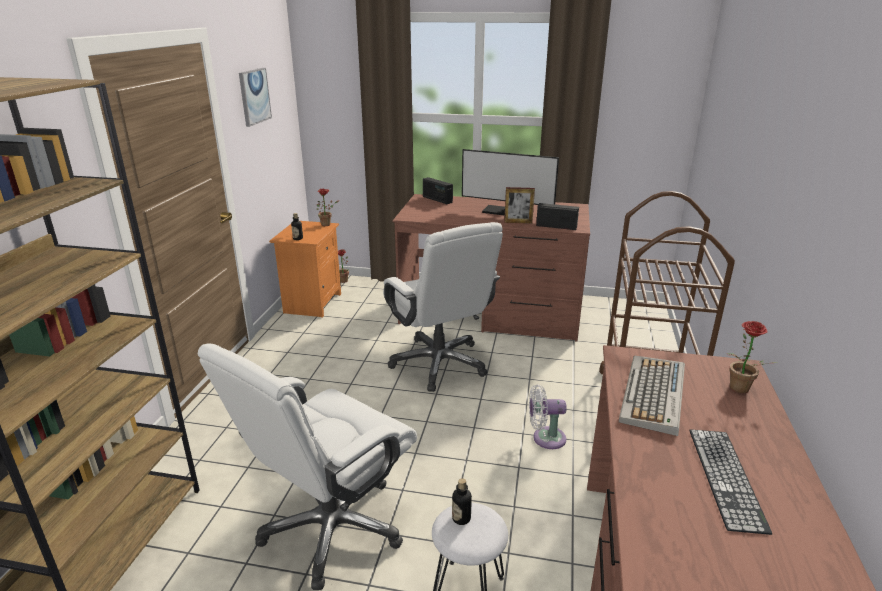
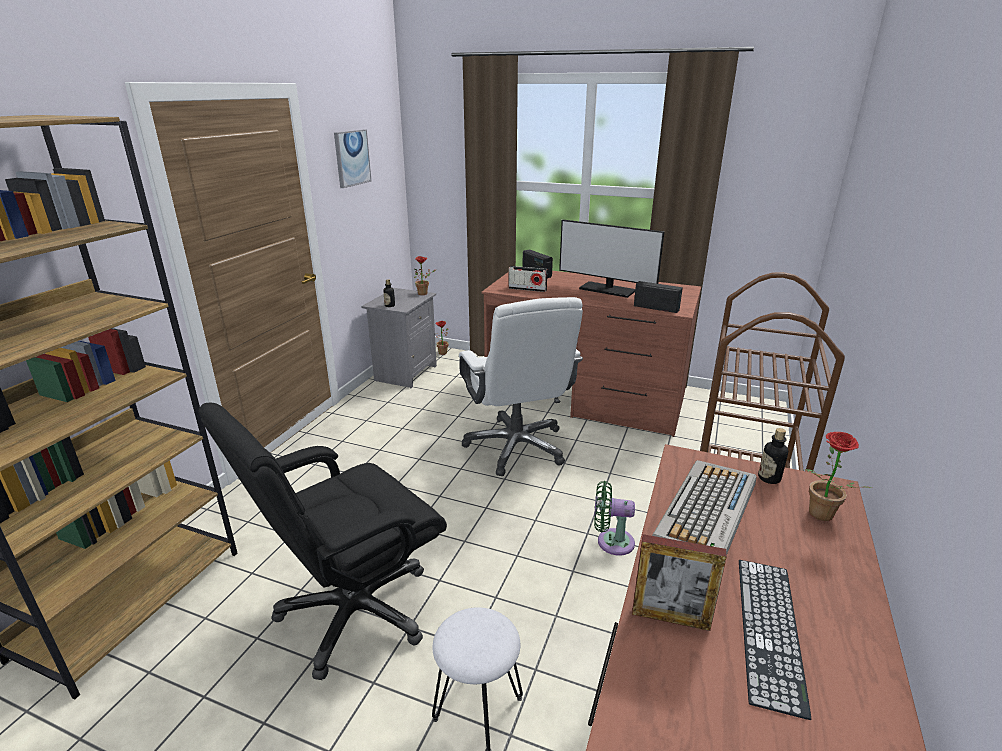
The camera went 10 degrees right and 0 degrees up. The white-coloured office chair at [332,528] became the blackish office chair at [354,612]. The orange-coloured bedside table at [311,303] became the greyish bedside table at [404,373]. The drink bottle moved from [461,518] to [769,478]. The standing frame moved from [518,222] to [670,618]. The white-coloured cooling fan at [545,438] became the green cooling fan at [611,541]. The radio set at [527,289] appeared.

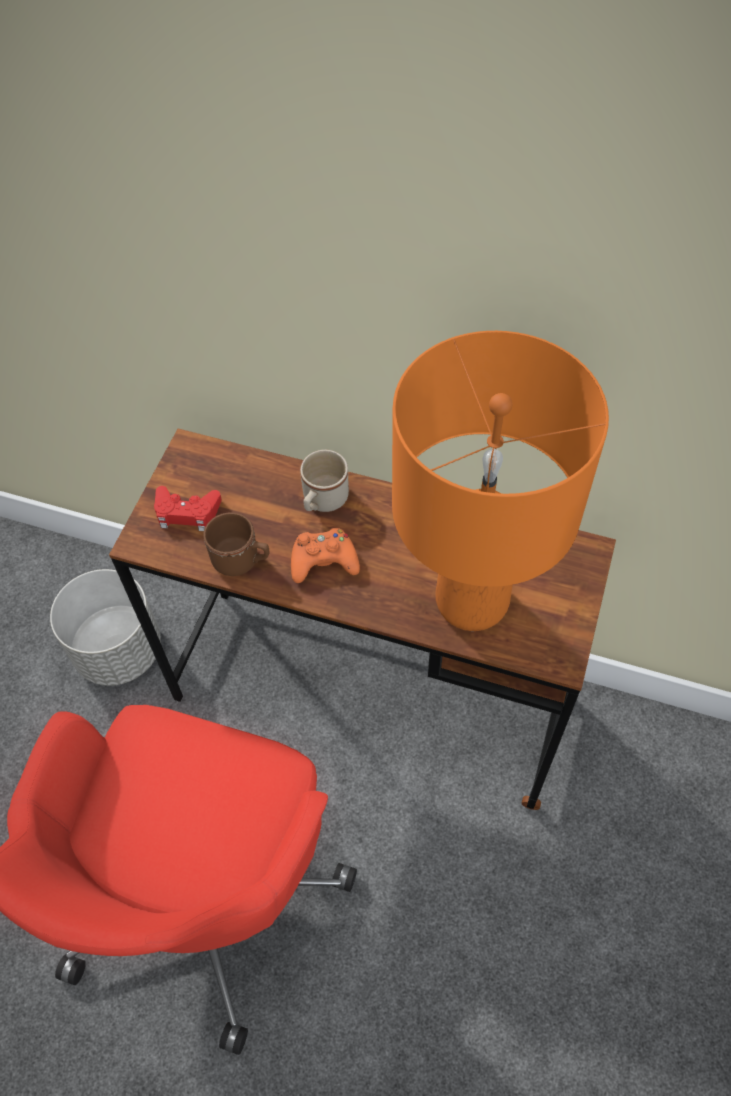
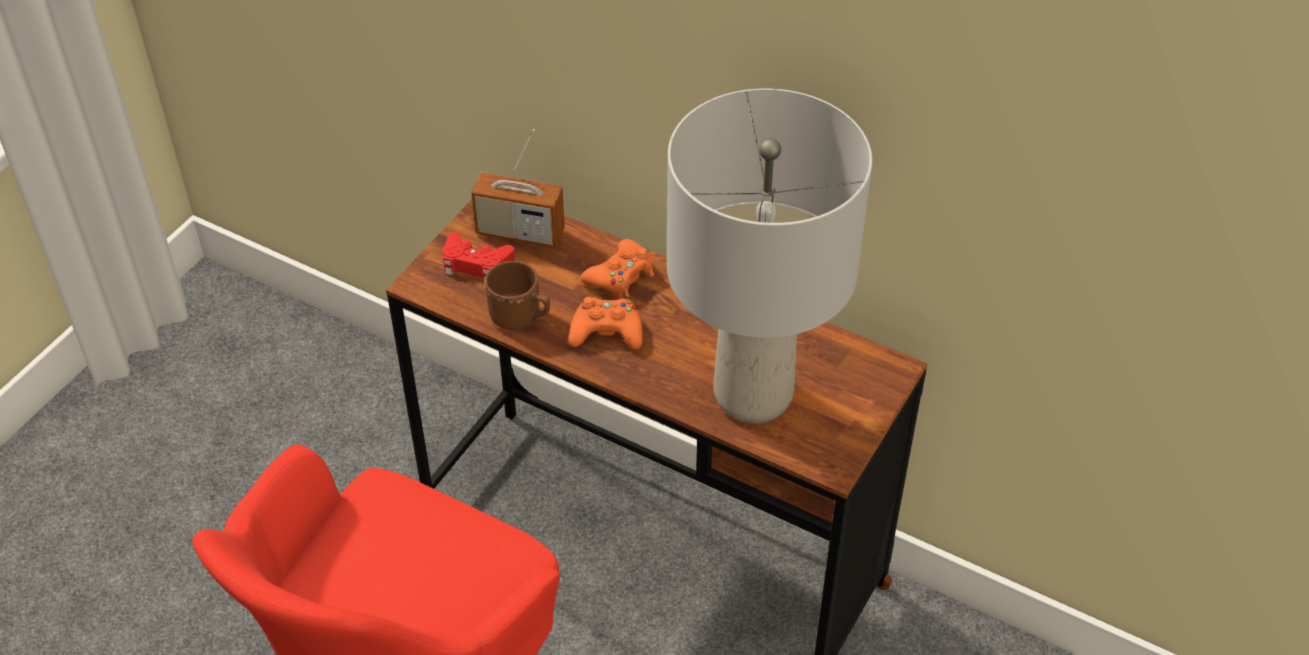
The camera went 10 degrees right and 10 degrees down. The greyish planter at [119,650] disappeared. The sand-coloured coffee mug at [322,501] was replaced by the orange-coloured joypad at [620,276]. The orange-coloured tabletop lamp at [472,602] became the greyish tabletop lamp at [753,396]. The radio set at [520,232] appeared.

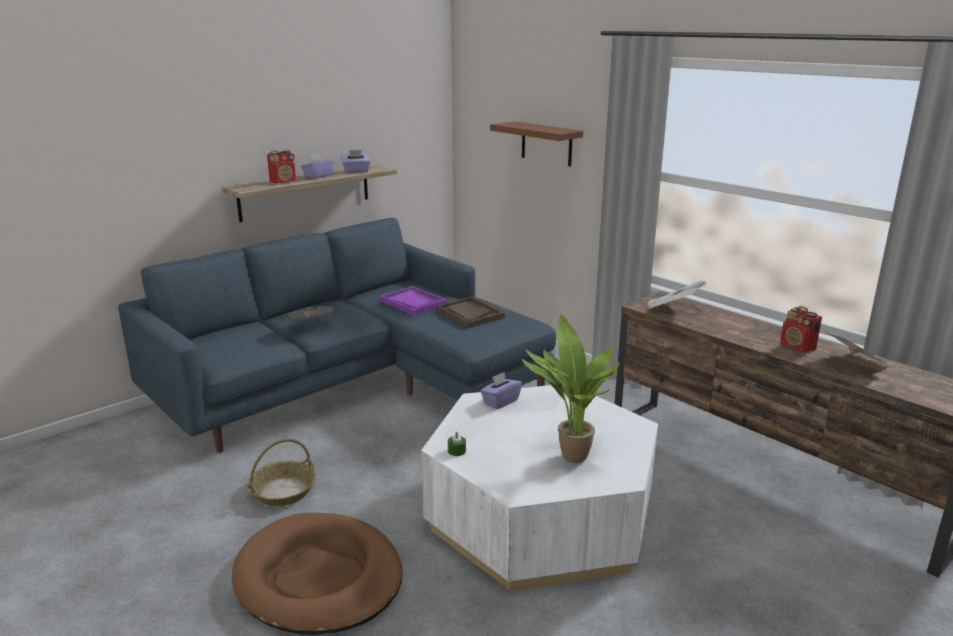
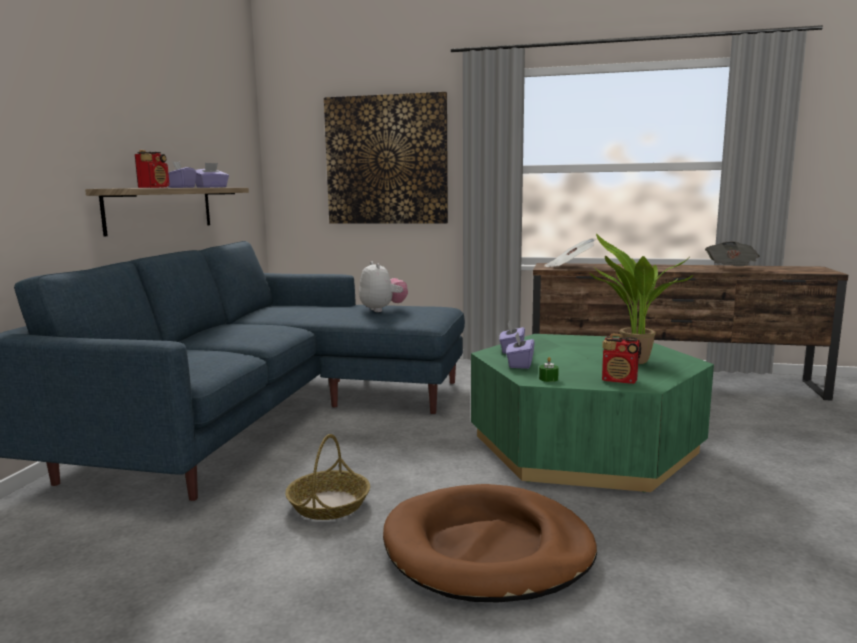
The camera went 35 degrees left and 10 degrees down. The daily paper at [310,326] disappeared. The purple tray at [413,302] disappeared. The white-coloured low table at [540,516] became the green low table at [583,445]. The brown-coloured tray at [469,314] was replaced by the cuddly toy at [382,310]. The brown-coloured wall shelf at [546,143] was replaced by the wall picture at [386,160]. The radio set moved from [798,347] to [619,380]. The purple tissue box at [520,364] appeared.

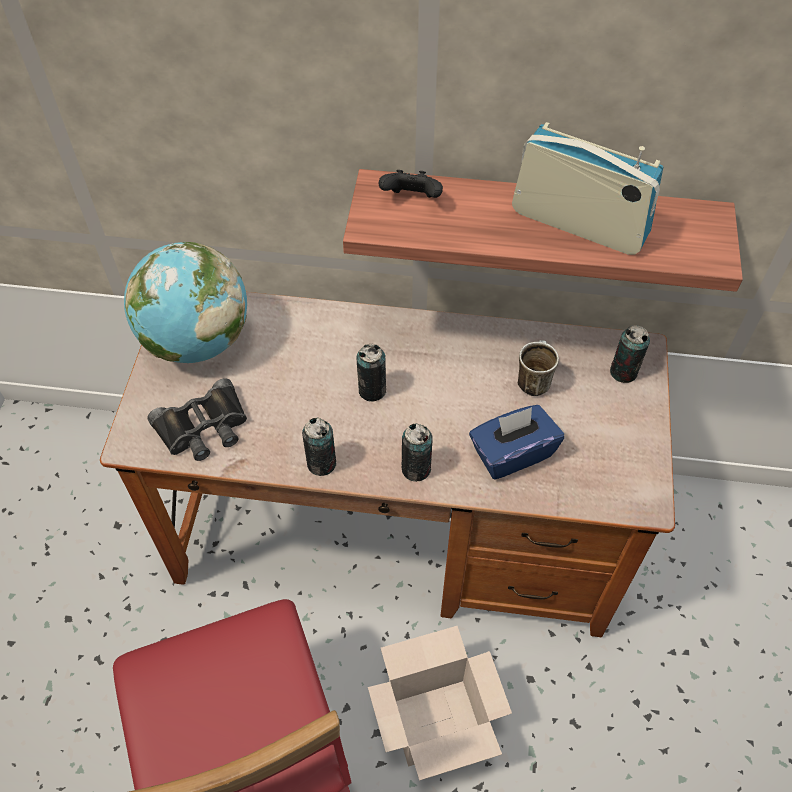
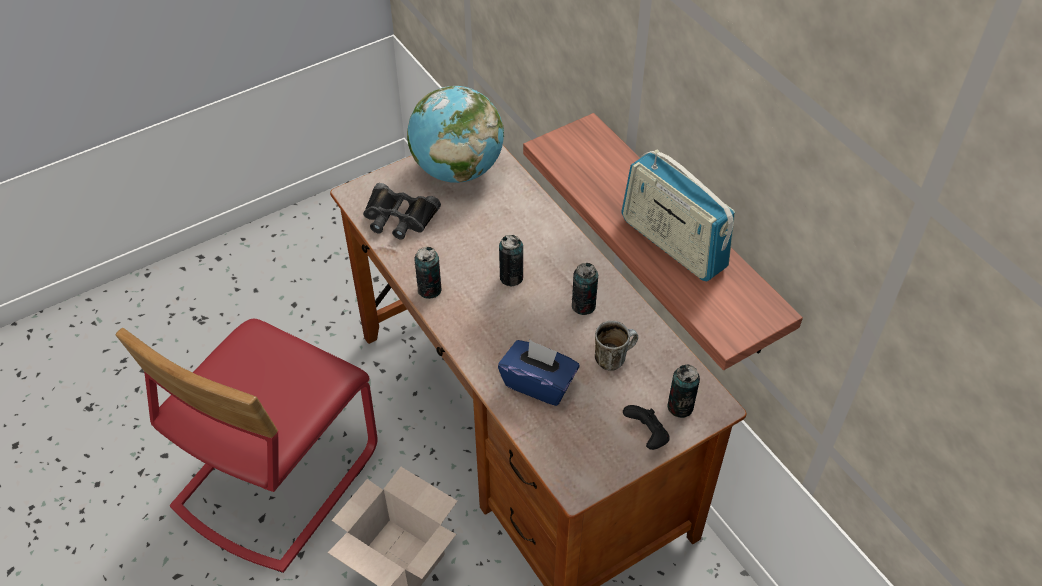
The camera went 50 degrees right and 5 degrees down. The blackish joypad moved from [412,200] to [646,436]. The can moved from [416,469] to [583,306]. The radio set at [578,224] turned 150 degrees clockwise.

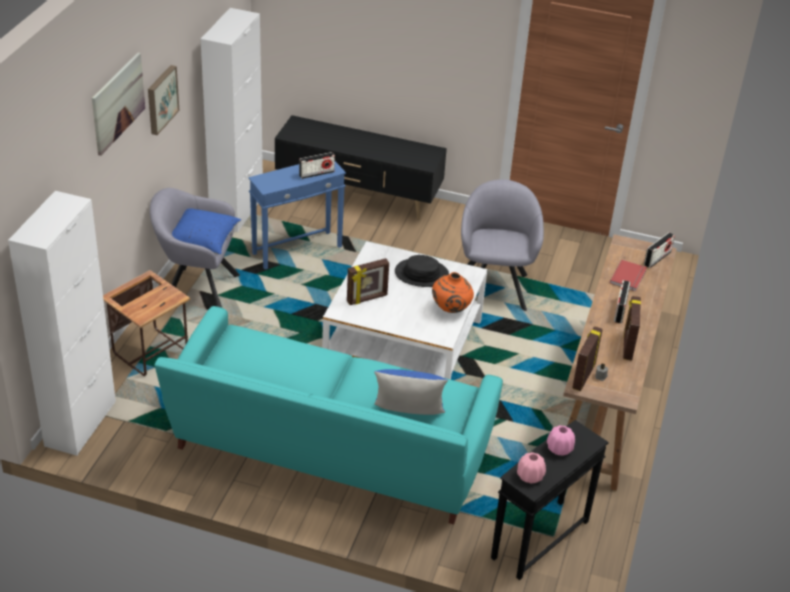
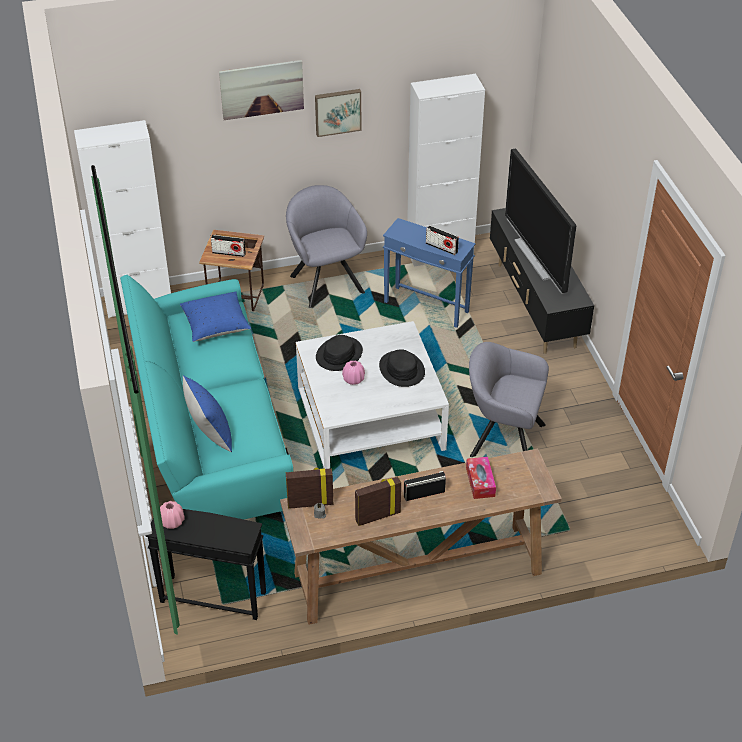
The camera went 60 degrees right and 5 degrees up. The blue-coloured throw pillow moved from [202,242] to [216,326]. The standing frame at [367,299] was replaced by the blackish clothing hat at [339,354]. The orange-coloured flower vase at [451,310] disappeared. The greyish lounge chair at [494,286] turned 135 degrees counterclockwise. The pink-coloured flower vase moved from [559,449] to [353,379]. The red book at [629,277] was replaced by the tissue box at [480,482]. The radio set moved from [657,258] to [229,253]. The TV set at [538,258] appeared.

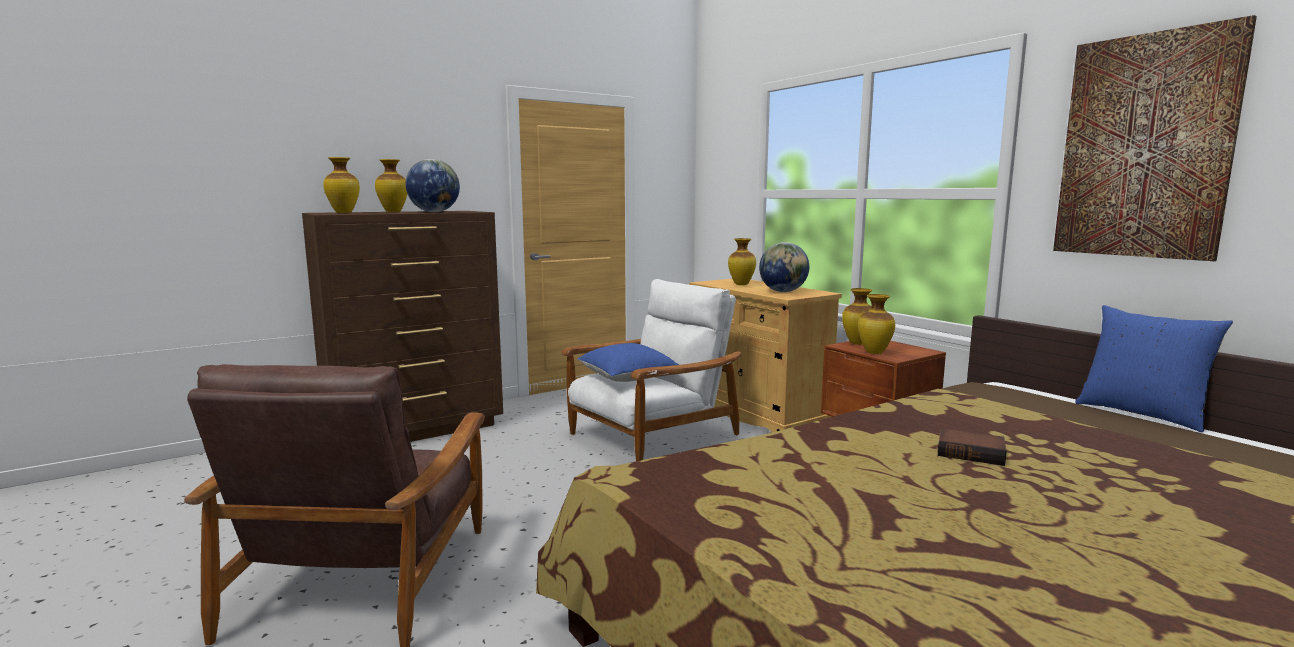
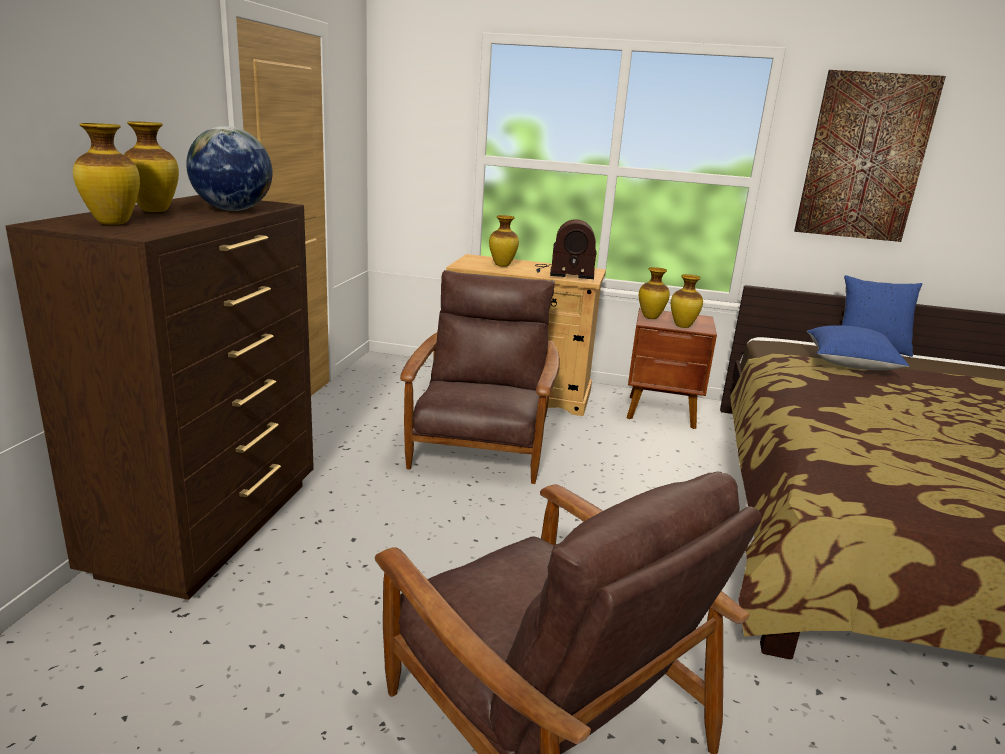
The camera went 45 degrees left and 10 degrees up. The white-coloured lounge chair at [652,435] became the brown-coloured lounge chair at [481,444]. The blue-coloured throw pillow moved from [627,378] to [850,364]. The desk globe at [783,291] was replaced by the radio set at [563,272]. The book at [971,453] disappeared.

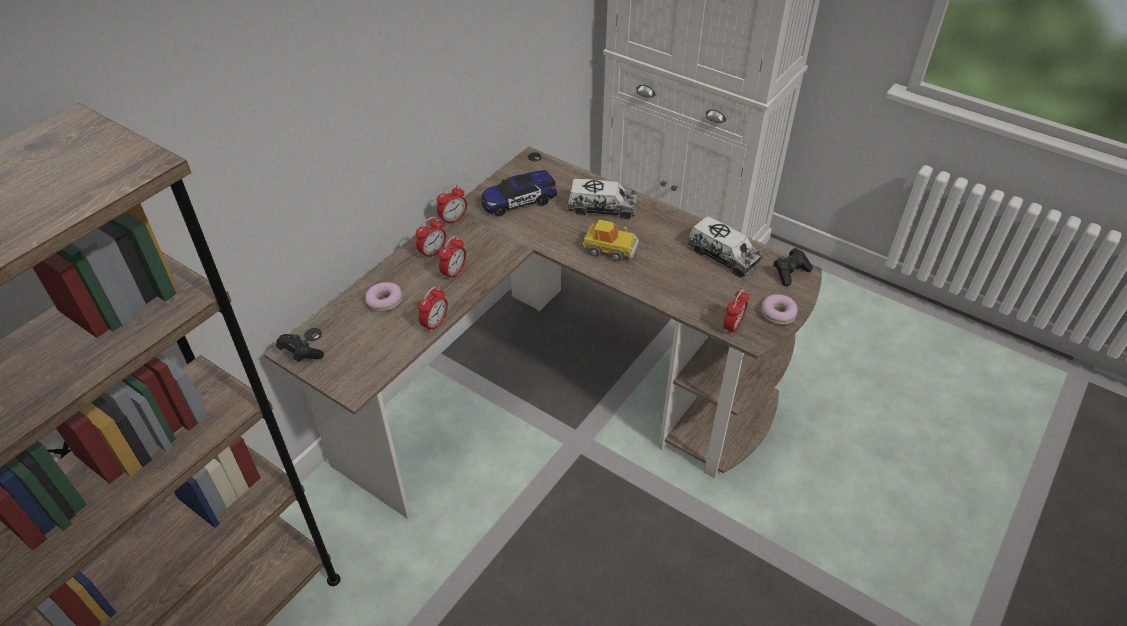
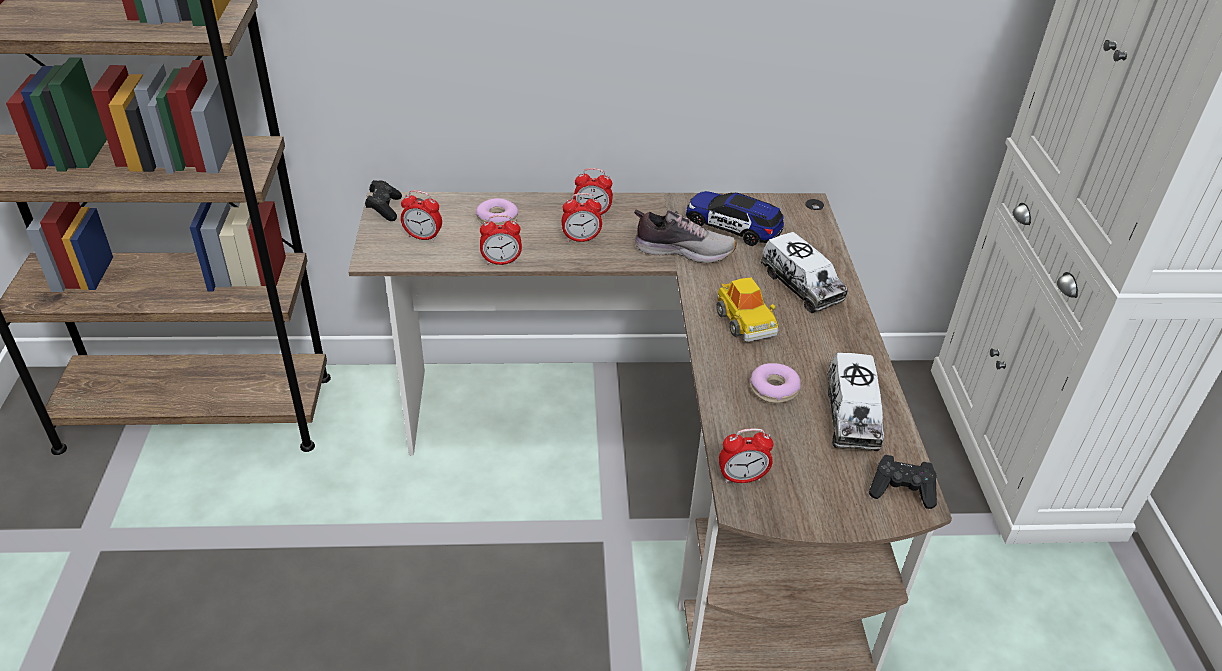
The camera went 50 degrees right and 5 degrees down. The alarm clock moved from [453,219] to [423,237]. The ring doughnut moved from [778,313] to [774,389]. The low shoe at [683,250] appeared.

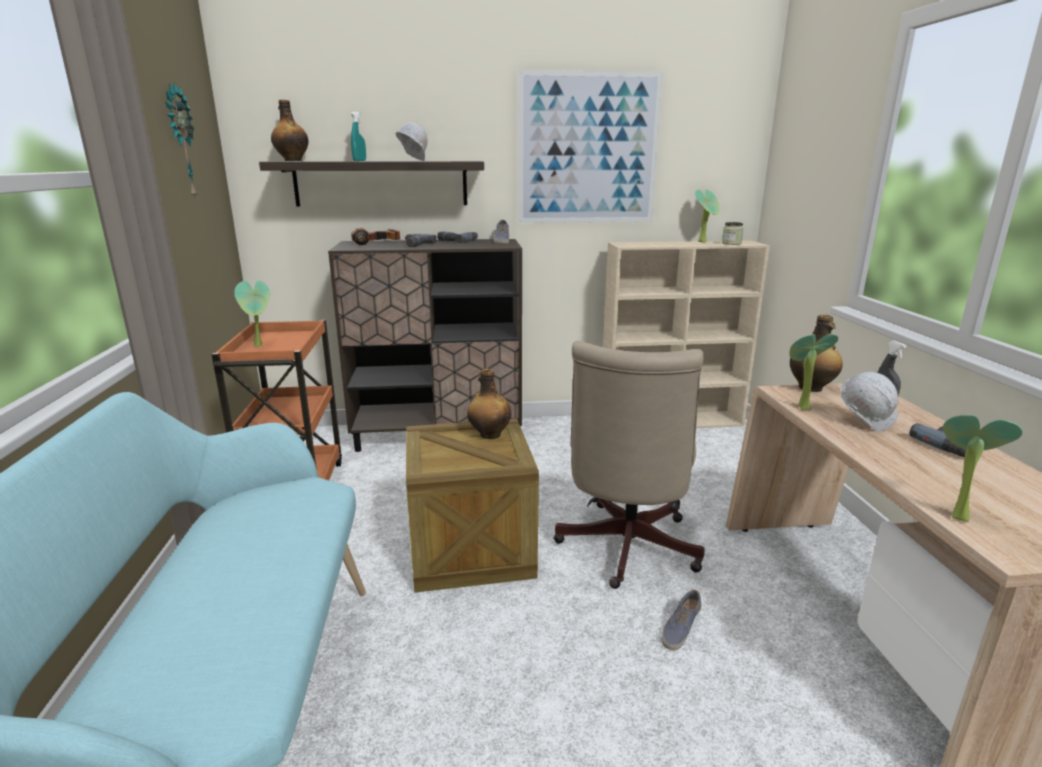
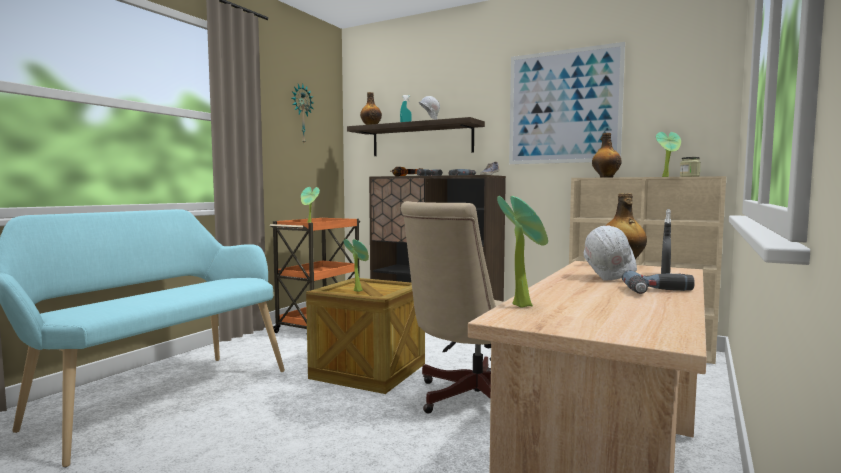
The camera went 35 degrees right and 15 degrees down. The drink bottle moved from [489,435] to [606,177]. The low shoe at [680,628] disappeared. The plant in a pot moved from [800,407] to [357,290].

